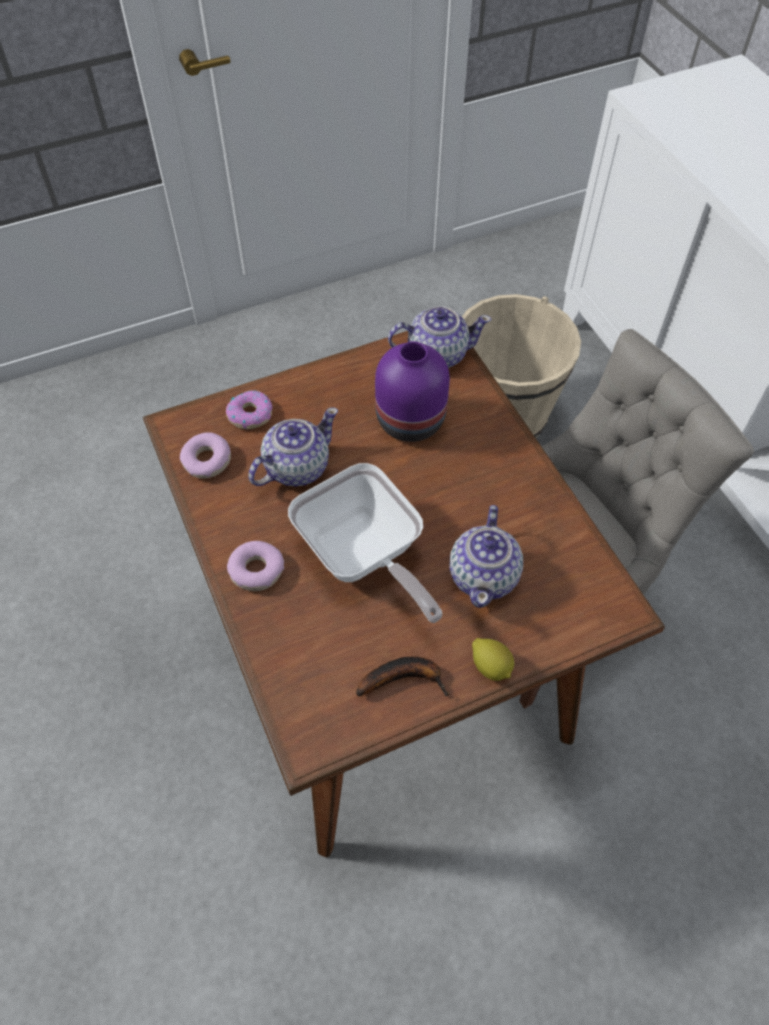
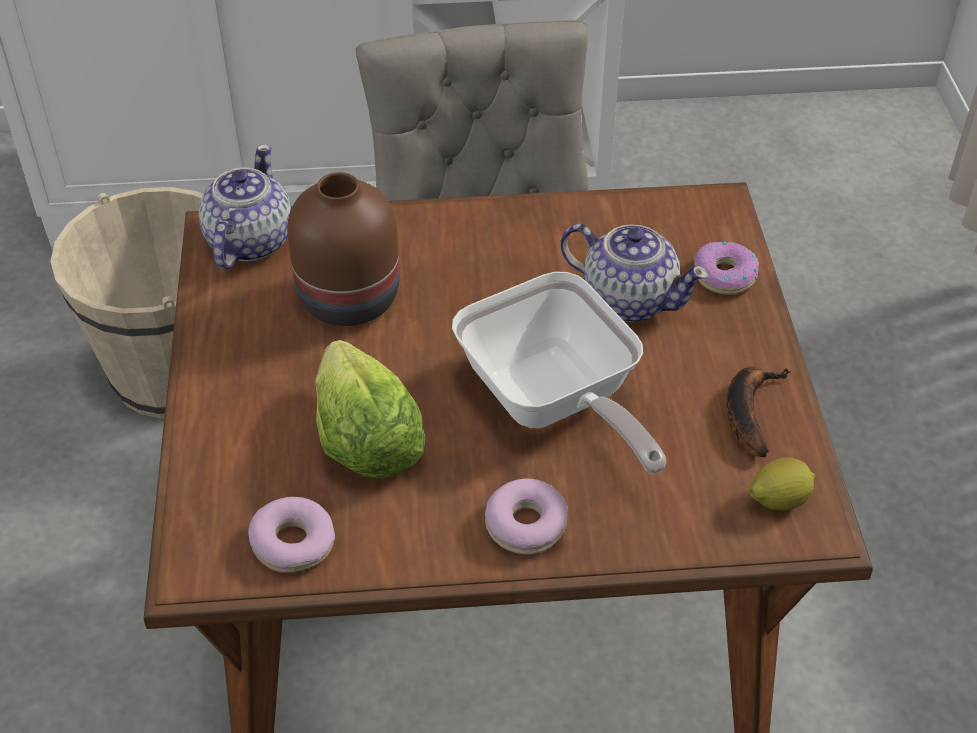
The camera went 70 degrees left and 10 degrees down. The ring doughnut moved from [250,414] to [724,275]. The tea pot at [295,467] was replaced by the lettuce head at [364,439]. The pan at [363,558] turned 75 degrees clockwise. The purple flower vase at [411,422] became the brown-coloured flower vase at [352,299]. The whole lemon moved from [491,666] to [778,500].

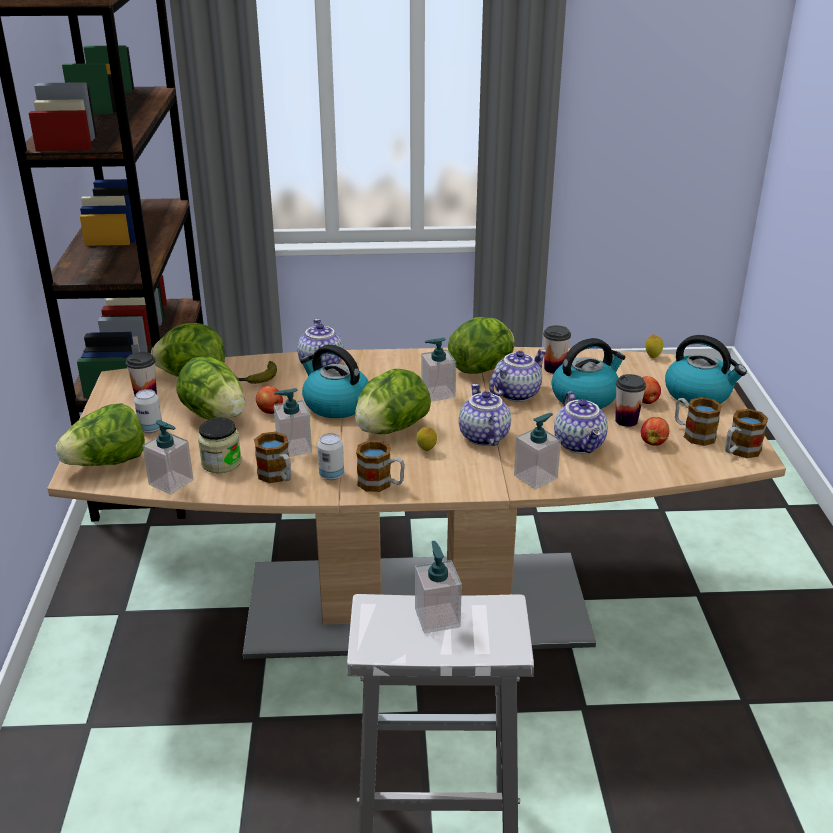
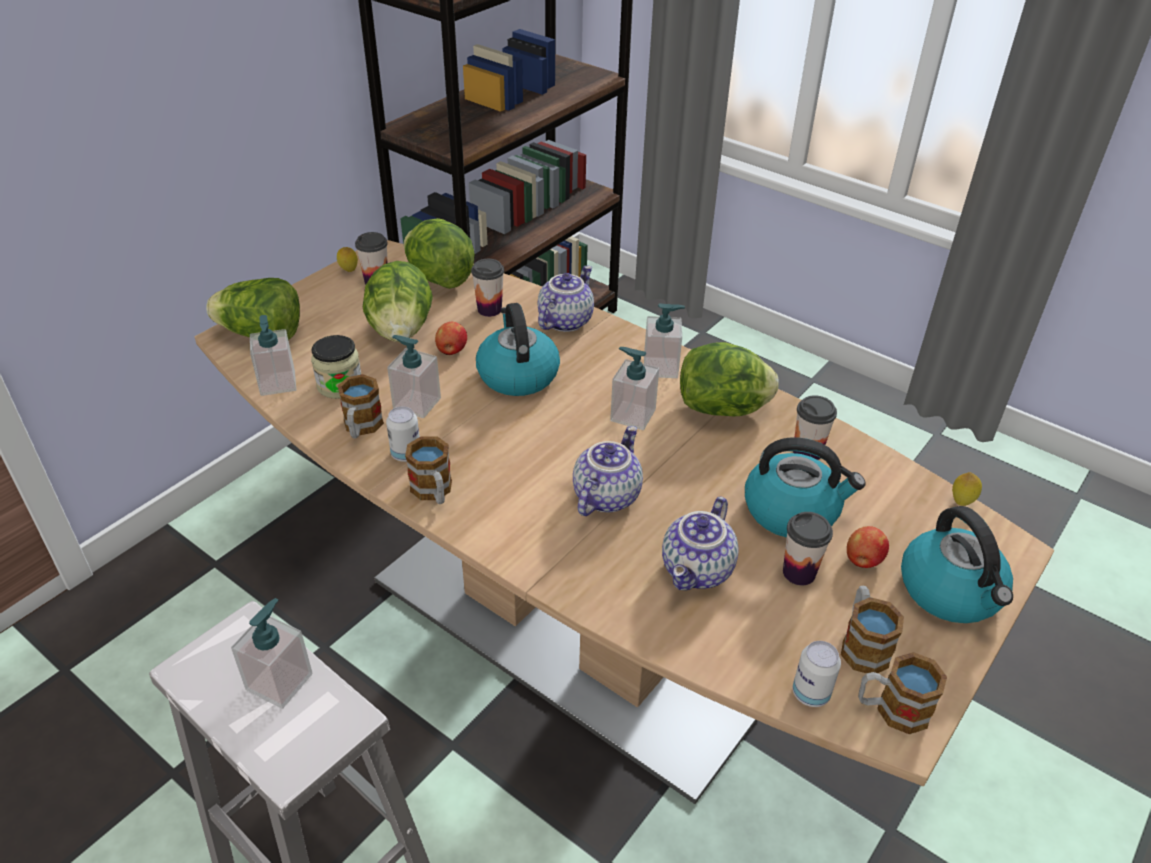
The camera went 40 degrees right and 10 degrees up. The can moved from [151,429] to [810,693]. The banana at [259,379] was replaced by the small cup at [489,309]. The lettuce head at [391,429] disappeared. The whole lemon moved from [426,450] to [349,271]. The tea pot at [516,393] disappeared. The soap dispenser moved from [535,477] to [661,367]. The whole apple at [653,442] disappeared.

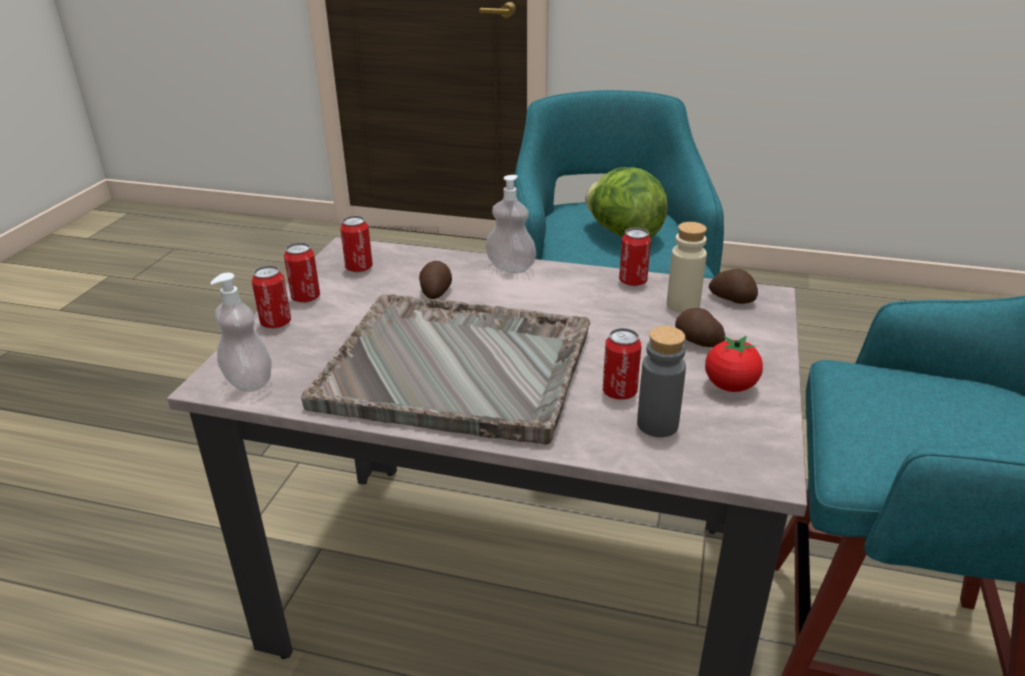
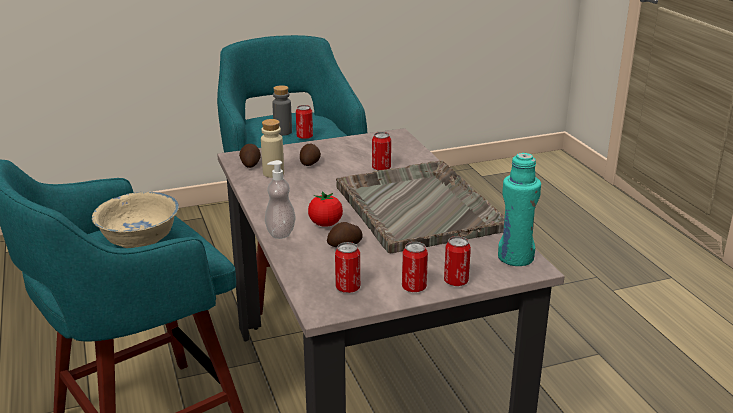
The camera went 125 degrees left and 5 degrees down. The soap dispenser at [249,381] was replaced by the blue-green drink bottle at [515,258]. The lettuce head at [623,234] was replaced by the sand-coloured serving bowl at [140,239]. The can moved from [633,281] to [304,137]. The greyish drink bottle moved from [657,424] to [283,132]. The tomato moved from [730,386] to [325,224].

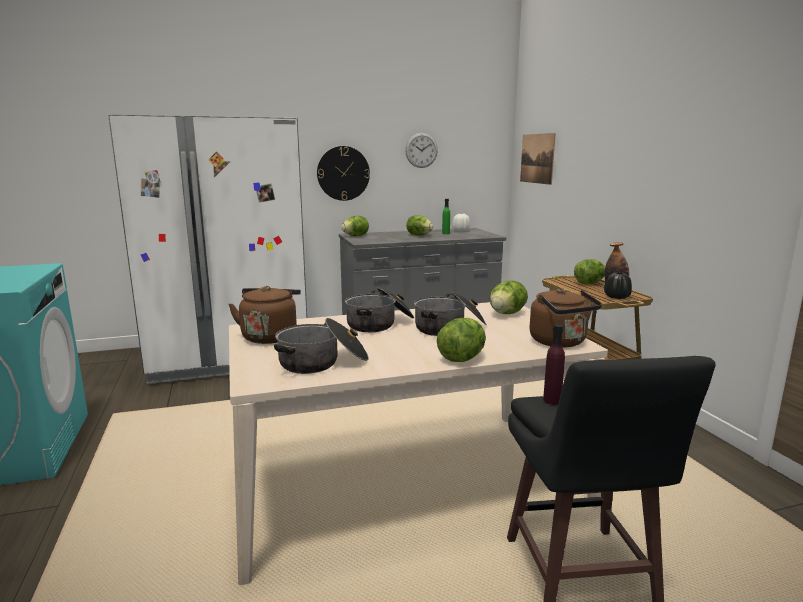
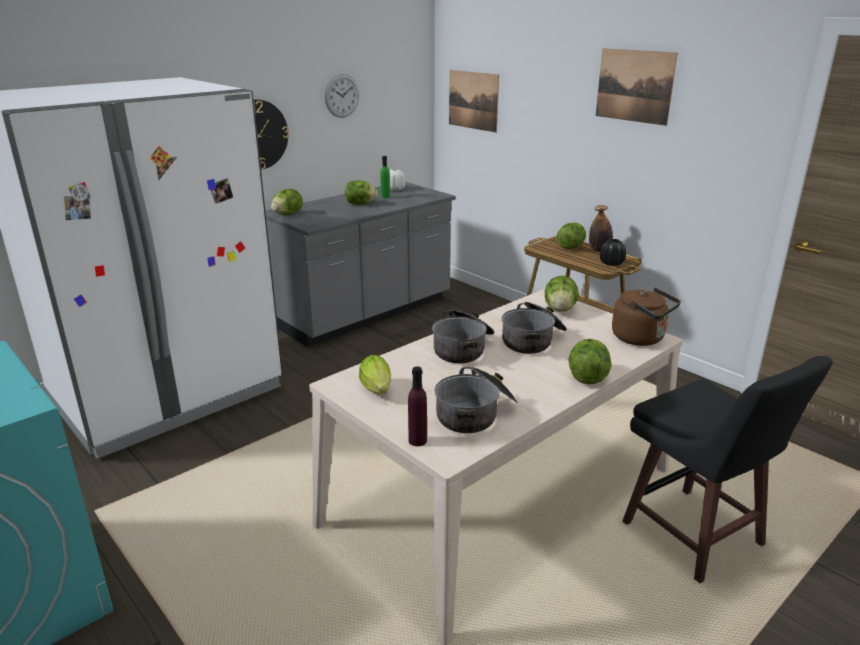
The camera went 25 degrees left and 10 degrees up. The brown-coloured kettle at [270,336] was replaced by the lettuce head at [377,391]. The purple drink bottle moved from [552,400] to [417,440]. The wall picture at [634,86] appeared.

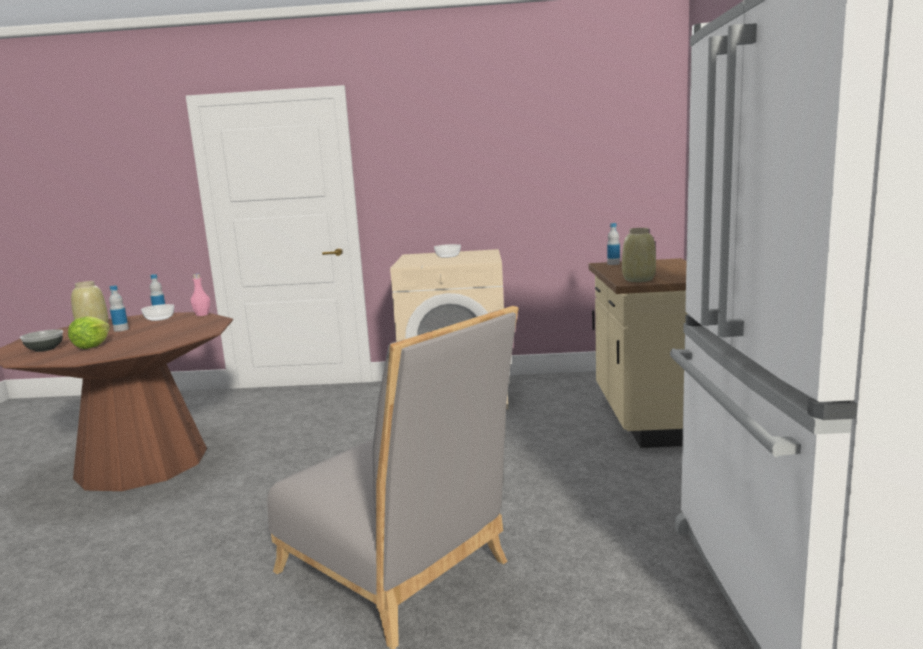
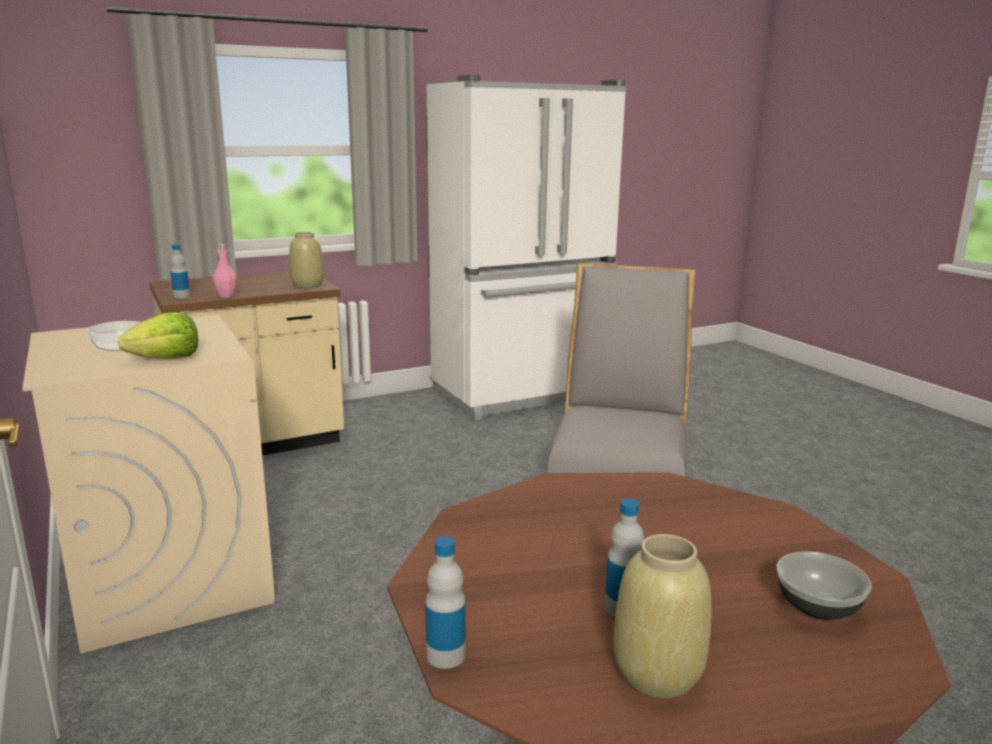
The camera went 120 degrees left and 5 degrees up. The lettuce head moved from [92,346] to [166,359]. The serving bowl at [160,318] disappeared. The pink-coloured drink bottle moved from [202,314] to [226,296].

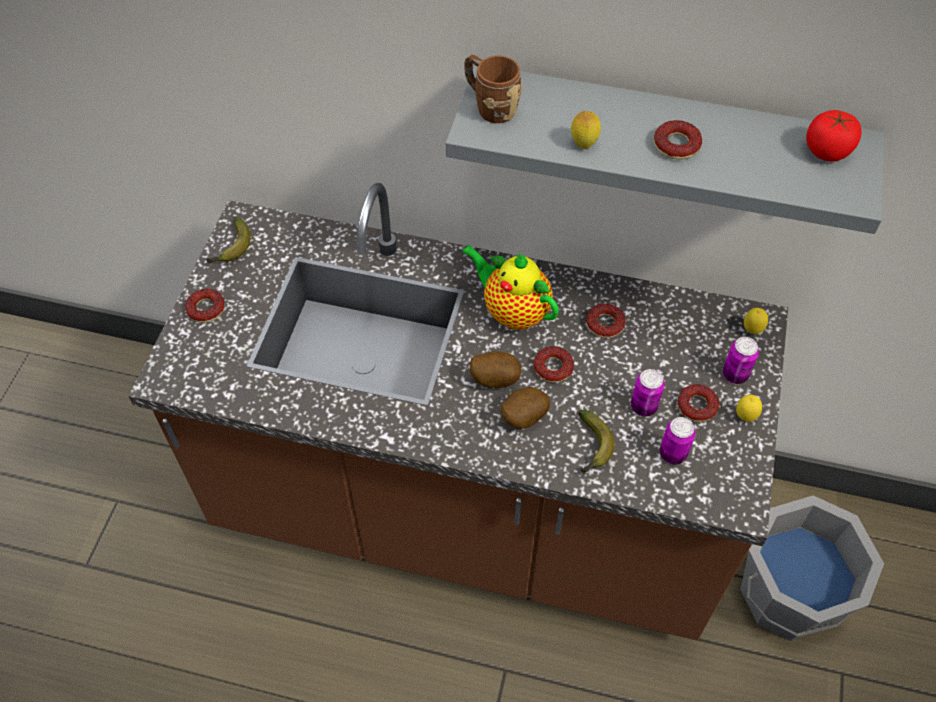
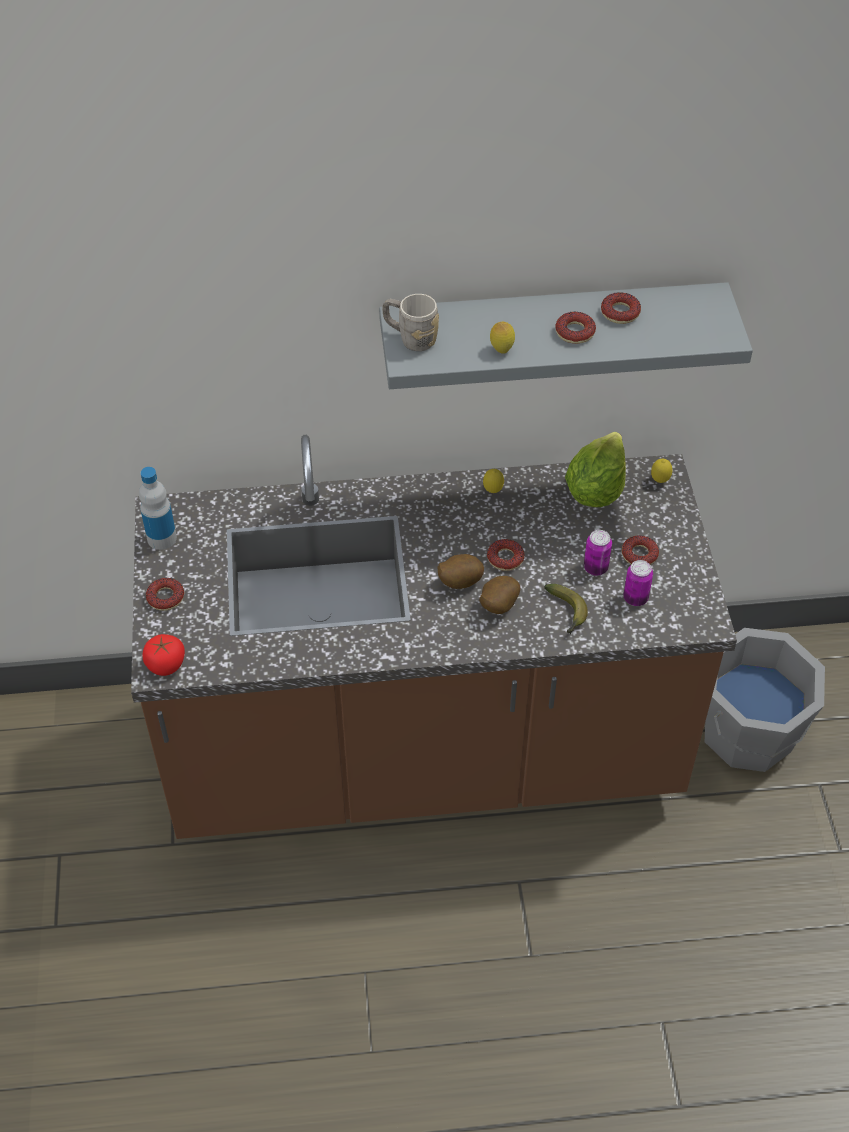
The camera went 20 degrees left and 5 degrees down. The banana at [231,248] was replaced by the drink bottle at [162,538]. The tea pot at [512,311] disappeared. The brown-coloured coffee mug at [490,106] became the greyish coffee mug at [410,338]. The ring doughnut moved from [605,324] to [620,312]. The can at [735,374] disappeared. The whole lemon moved from [745,417] to [493,491]. The tomato moved from [827,151] to [166,665]. The lettuce head at [595,489] appeared.

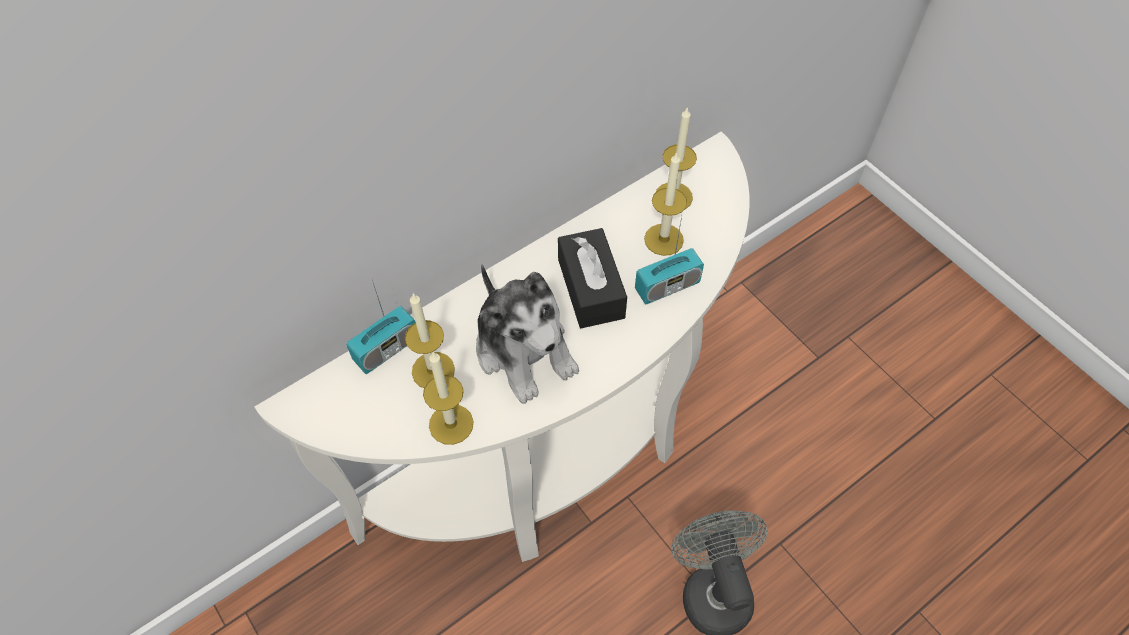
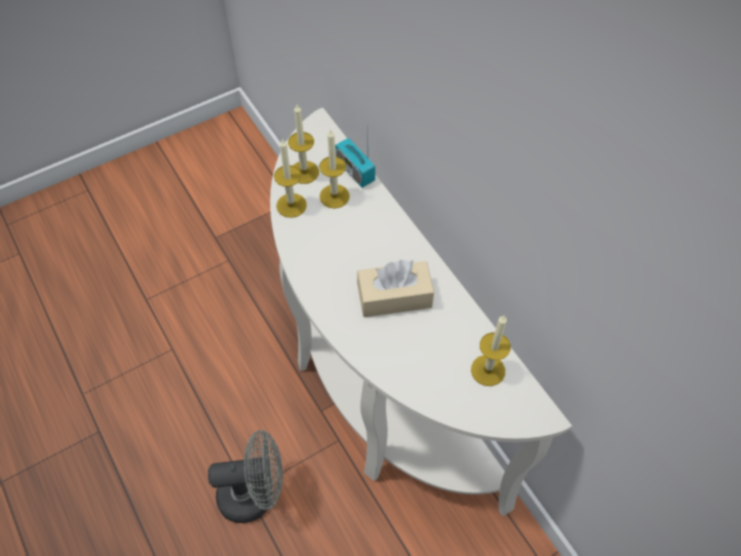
The camera went 95 degrees right and 0 degrees up. The cuddly toy at [524,350] disappeared. The blackish tissue box at [591,288] became the sand-coloured tissue box at [394,297]. The radio set at [667,286] disappeared. The wax light moved from [663,239] to [304,172].

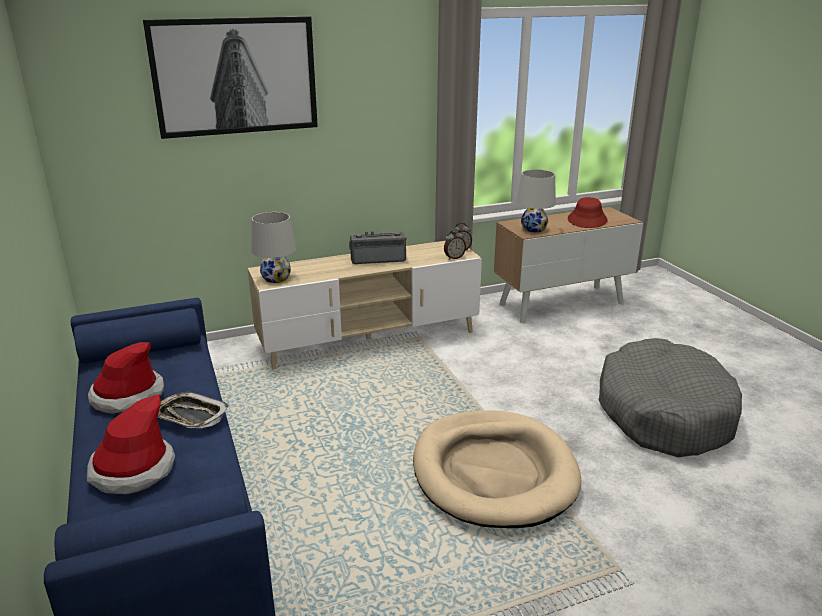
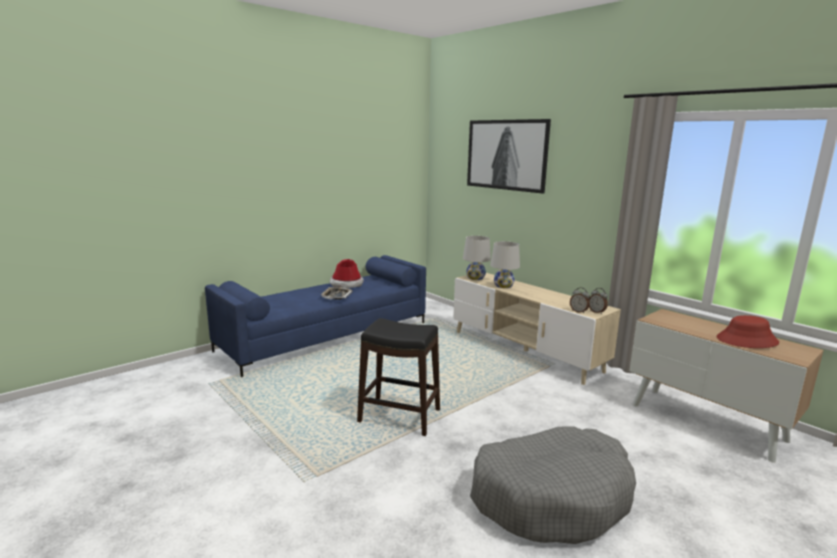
The camera went 70 degrees right and 10 degrees down. The clothing hat at [133,469] disappeared. The radio set at [378,259] disappeared. The sand-coloured dog bed at [493,472] was replaced by the blackish sitting stool at [399,415]. The white-coloured tabletop lamp moved from [534,229] to [503,286].

